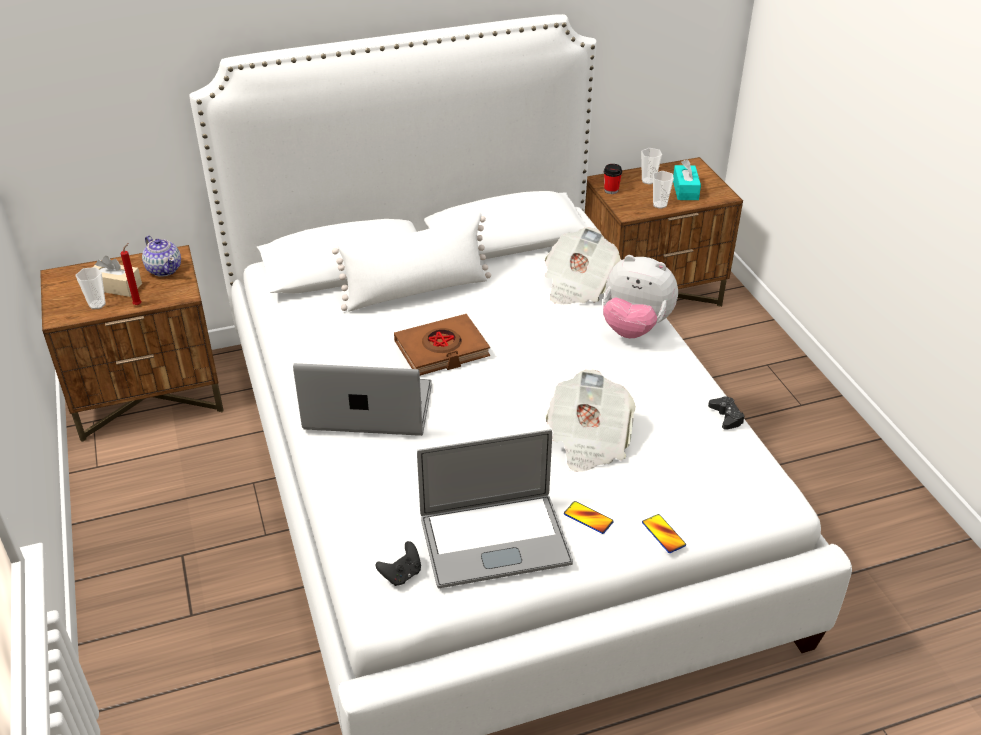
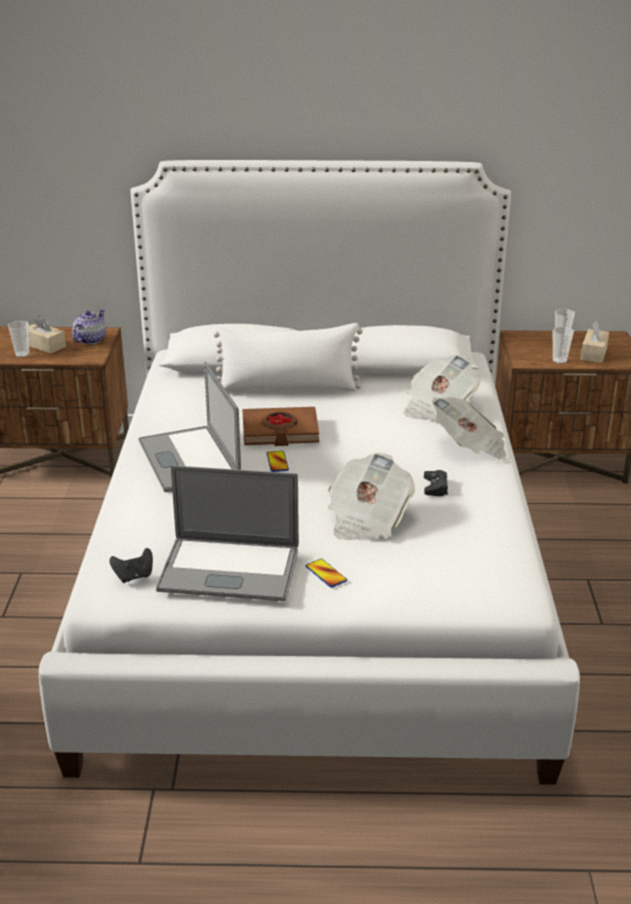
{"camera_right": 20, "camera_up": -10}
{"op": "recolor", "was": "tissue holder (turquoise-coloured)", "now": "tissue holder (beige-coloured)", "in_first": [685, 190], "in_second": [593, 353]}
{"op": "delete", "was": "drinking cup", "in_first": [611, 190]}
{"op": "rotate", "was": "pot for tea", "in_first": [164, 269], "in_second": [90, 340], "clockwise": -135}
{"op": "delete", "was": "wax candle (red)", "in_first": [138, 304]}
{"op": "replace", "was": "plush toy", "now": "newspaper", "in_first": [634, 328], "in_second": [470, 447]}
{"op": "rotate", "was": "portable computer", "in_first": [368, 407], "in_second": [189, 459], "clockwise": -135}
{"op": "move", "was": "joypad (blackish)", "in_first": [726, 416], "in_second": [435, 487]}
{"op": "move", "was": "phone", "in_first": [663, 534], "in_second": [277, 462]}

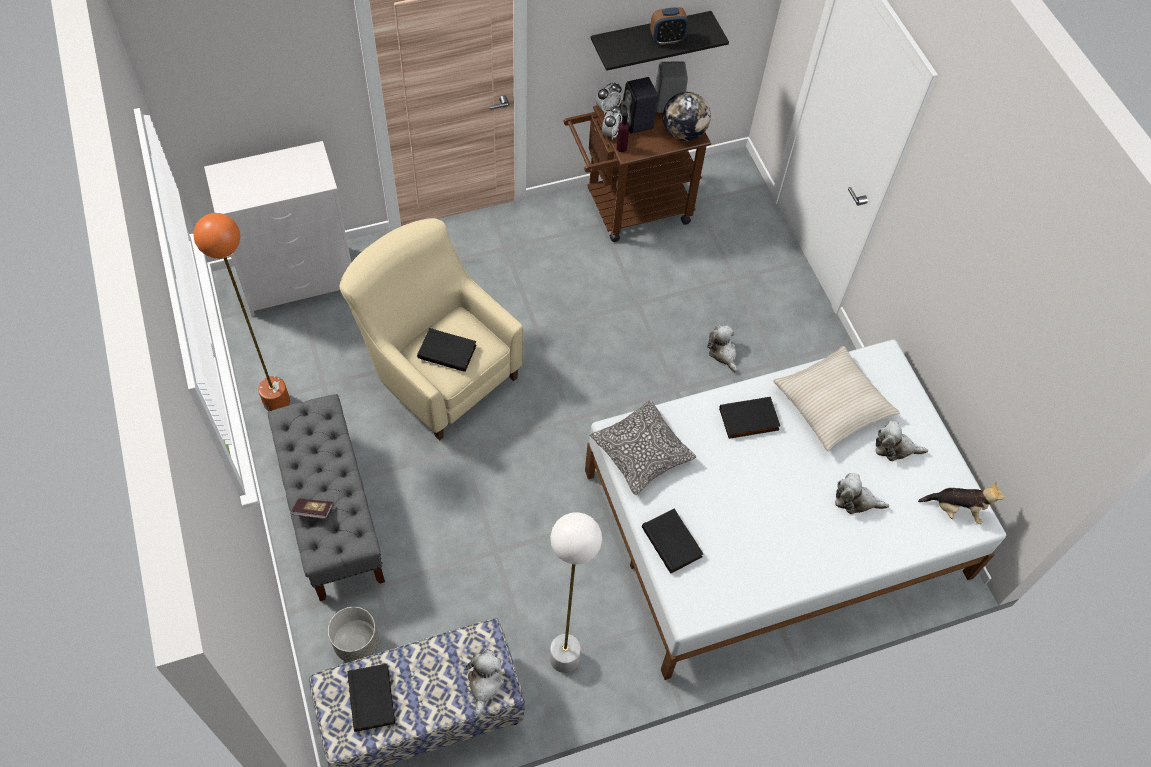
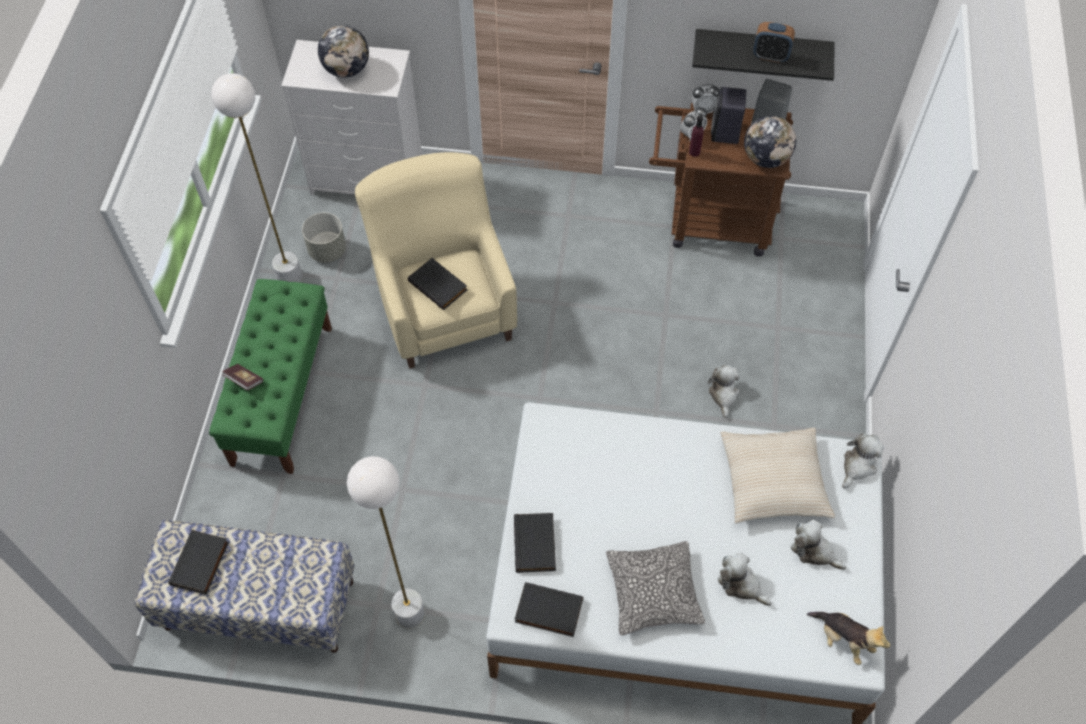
{"camera_right": 30, "camera_up": 0}
{"op": "recolor", "was": "standard lamp (orangey)", "now": "standard lamp (white-coloured)", "in_first": [276, 401], "in_second": [290, 277]}
{"op": "recolor", "was": "indoor bench (greyish)", "now": "indoor bench (green-coloured)", "in_first": [332, 513], "in_second": [282, 394]}
{"op": "move", "was": "book (blackish)", "in_first": [748, 420], "in_second": [548, 612]}
{"op": "move", "was": "cushion", "in_first": [641, 452], "in_second": [653, 592]}
{"op": "move", "was": "plant pot (greyish)", "in_first": [357, 643], "in_second": [327, 251]}
{"op": "move", "was": "plush toy", "in_first": [484, 683], "in_second": [858, 466]}
{"op": "insert", "now": "globe", "in_second": [347, 70]}

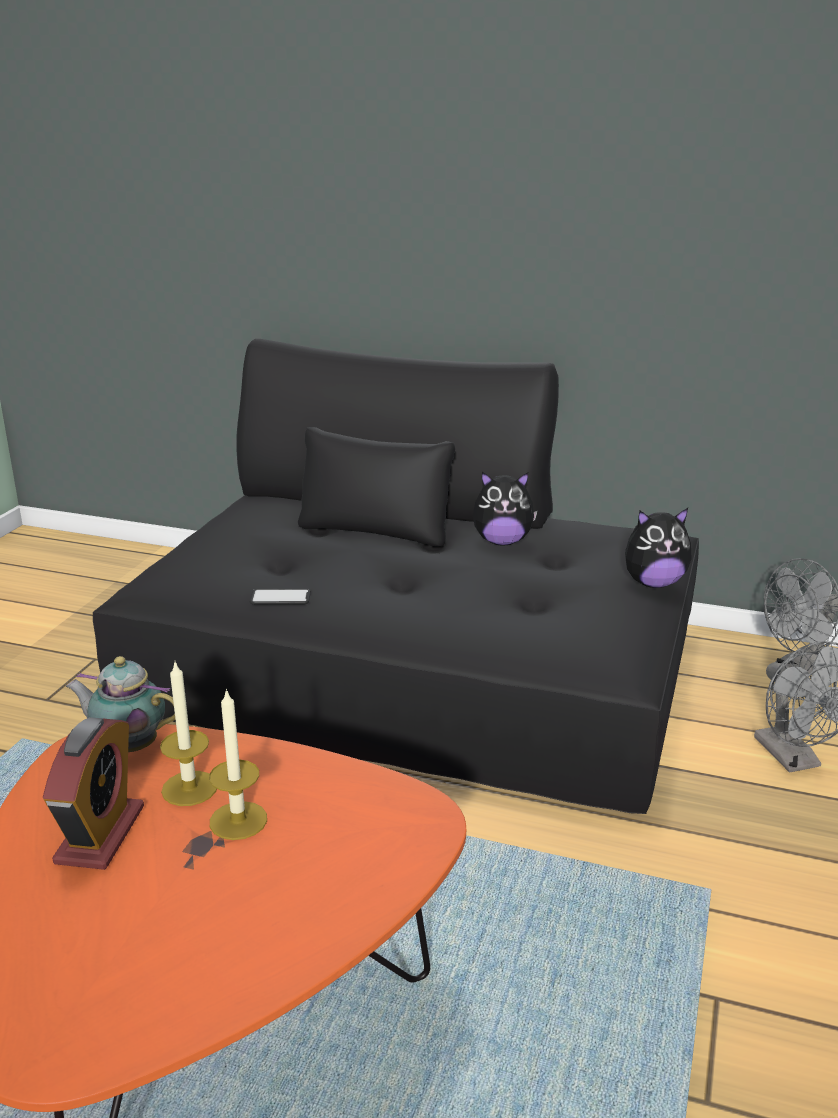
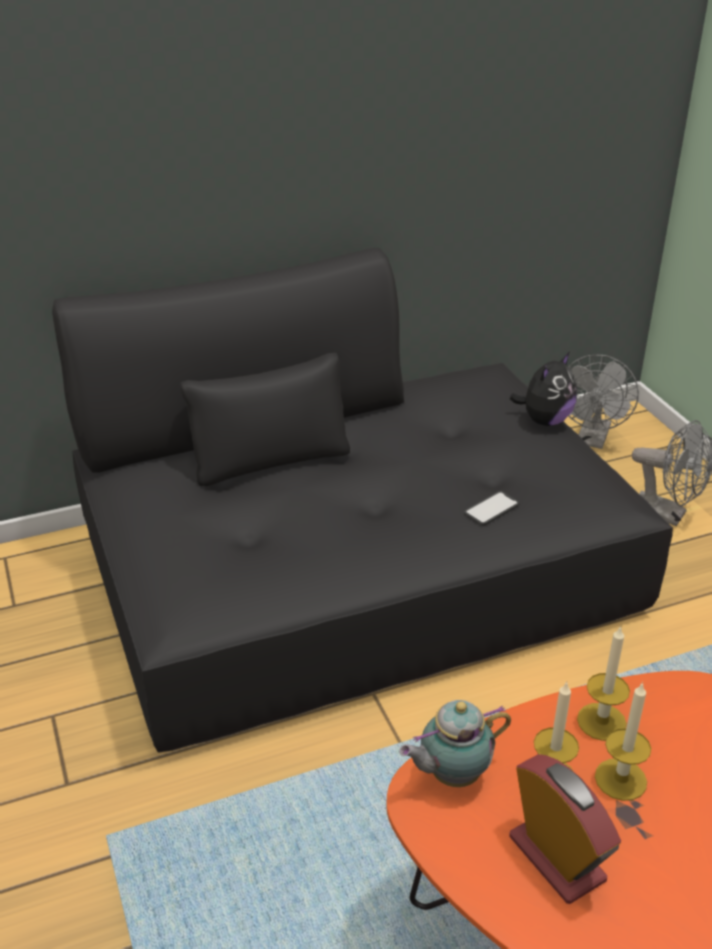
{"camera_right": -40, "camera_up": 10}
{"op": "delete", "was": "plush toy", "in_first": [502, 541]}
{"op": "move", "was": "phone", "in_first": [280, 598], "in_second": [491, 509]}
{"op": "insert", "now": "wax candle", "in_second": [601, 721]}

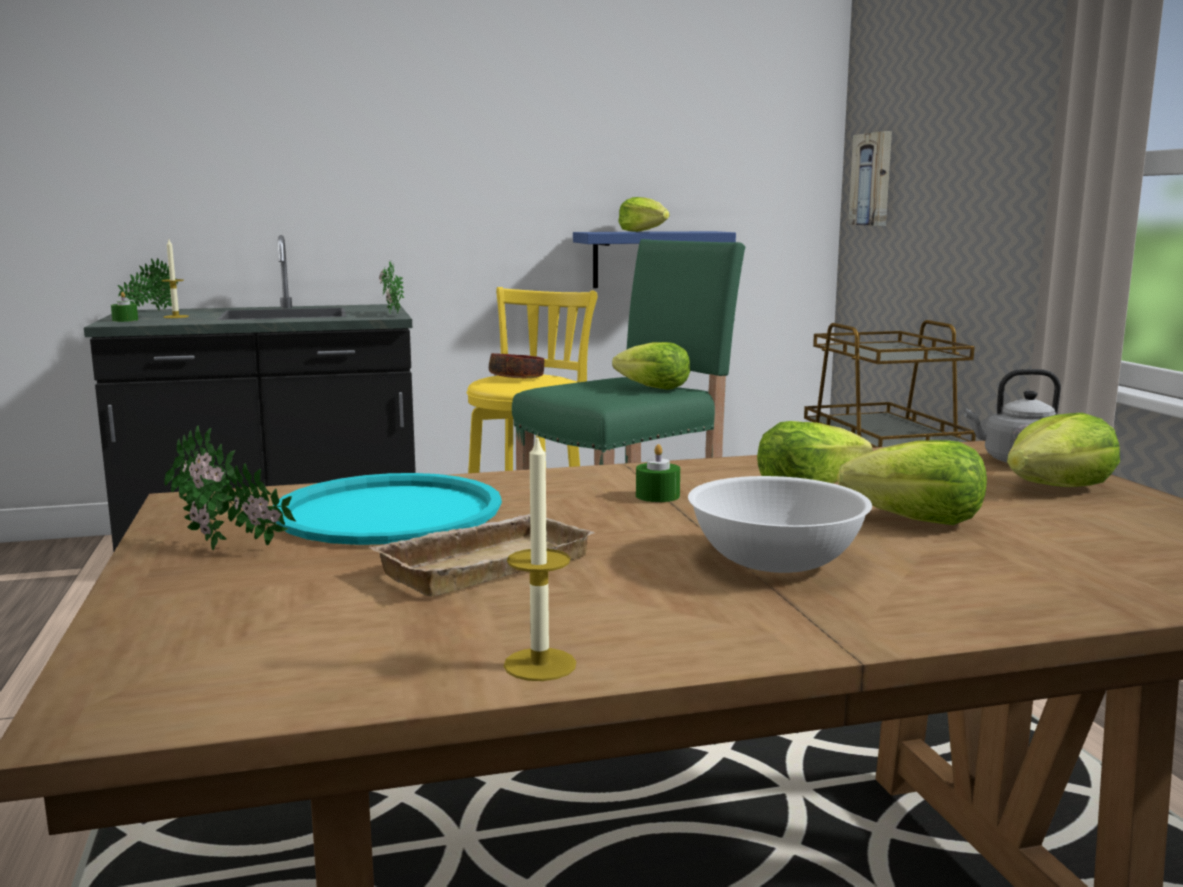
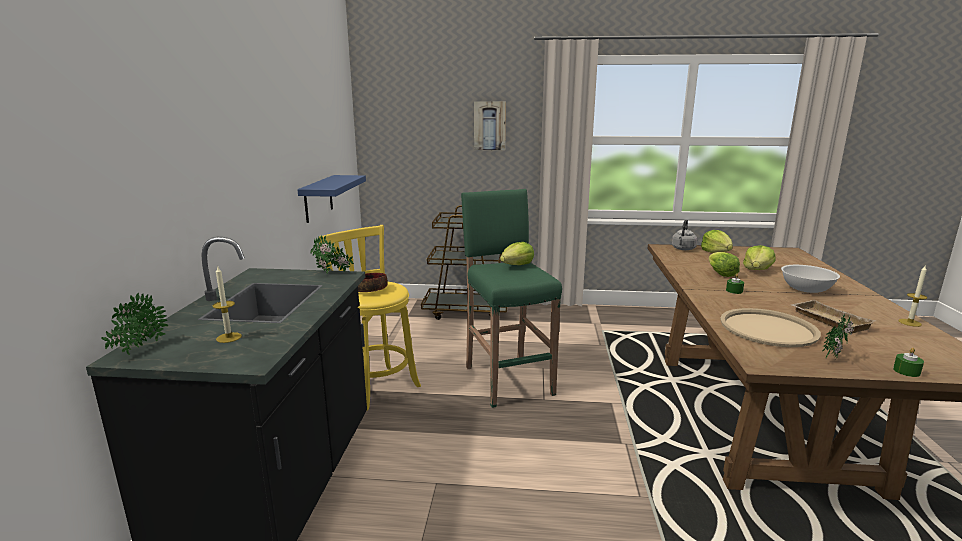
{"camera_right": -70, "camera_up": 5}
{"op": "move", "was": "picture", "in_first": [873, 179], "in_second": [490, 125]}
{"op": "delete", "was": "lettuce head", "in_first": [643, 231]}
{"op": "move", "was": "wax candle (green-coloured)", "in_first": [125, 320], "in_second": [906, 371]}
{"op": "recolor", "was": "tray (turquoise-coloured)", "now": "tray (beige-coloured)", "in_first": [388, 512], "in_second": [768, 329]}

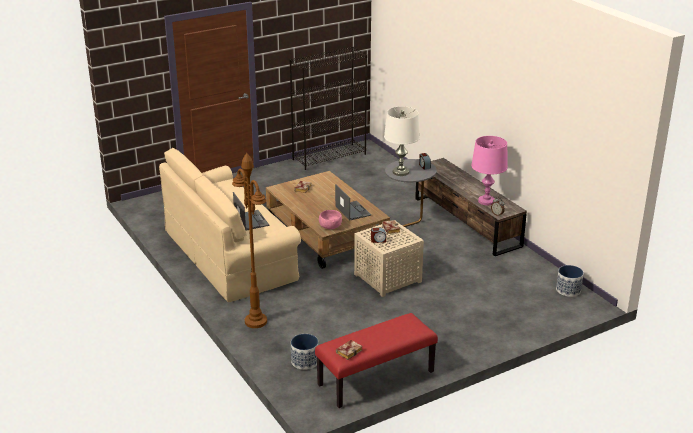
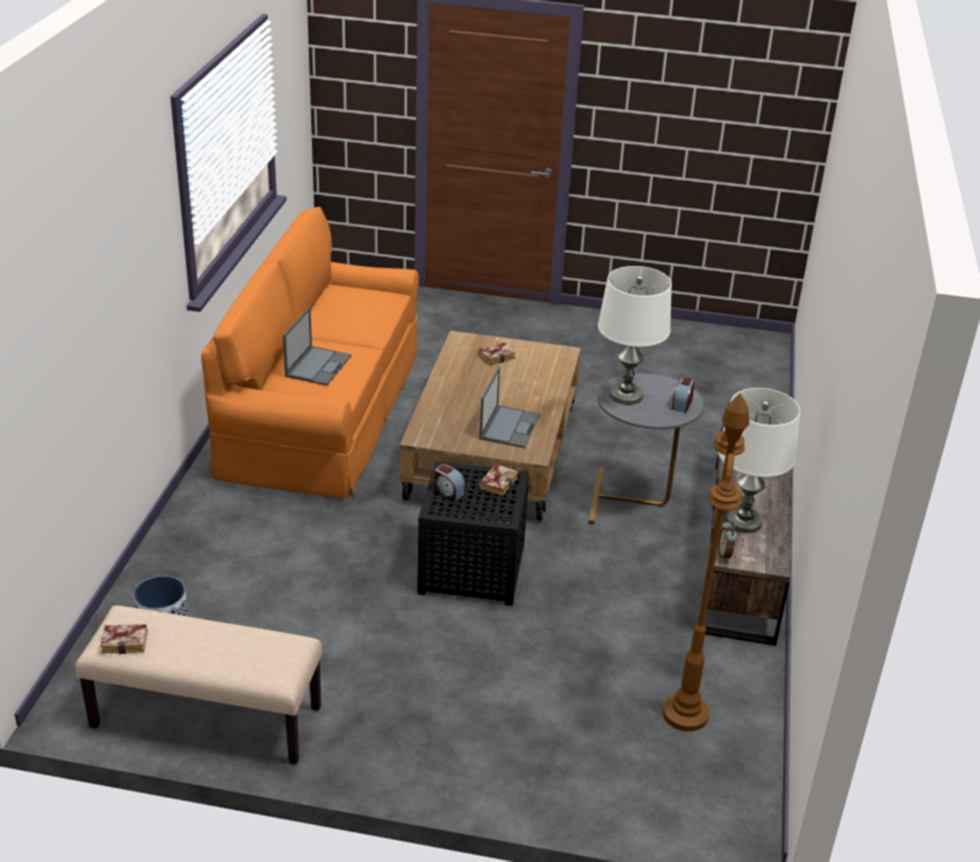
{"camera_right": 40, "camera_up": 5}
{"op": "delete", "was": "bookshelf (blackish)", "in_first": [329, 156]}
{"op": "recolor", "was": "table lamp (pink-coloured)", "now": "table lamp (white-coloured)", "in_first": [486, 201], "in_second": [744, 521]}
{"op": "recolor", "was": "settee (beige-coloured)", "now": "settee (orangey)", "in_first": [230, 254], "in_second": [322, 412]}
{"op": "move", "was": "standard lamp (brownish)", "in_first": [255, 321], "in_second": [685, 713]}
{"op": "delete", "was": "deep dish (pink-coloured)", "in_first": [330, 227]}
{"op": "recolor", "was": "side table (beige-coloured)", "now": "side table (blackish)", "in_first": [388, 277], "in_second": [473, 568]}
{"op": "delete", "was": "plant pot", "in_first": [568, 290]}
{"op": "recolor", "was": "indoor bench (red)", "now": "indoor bench (beige-coloured)", "in_first": [376, 379], "in_second": [205, 718]}

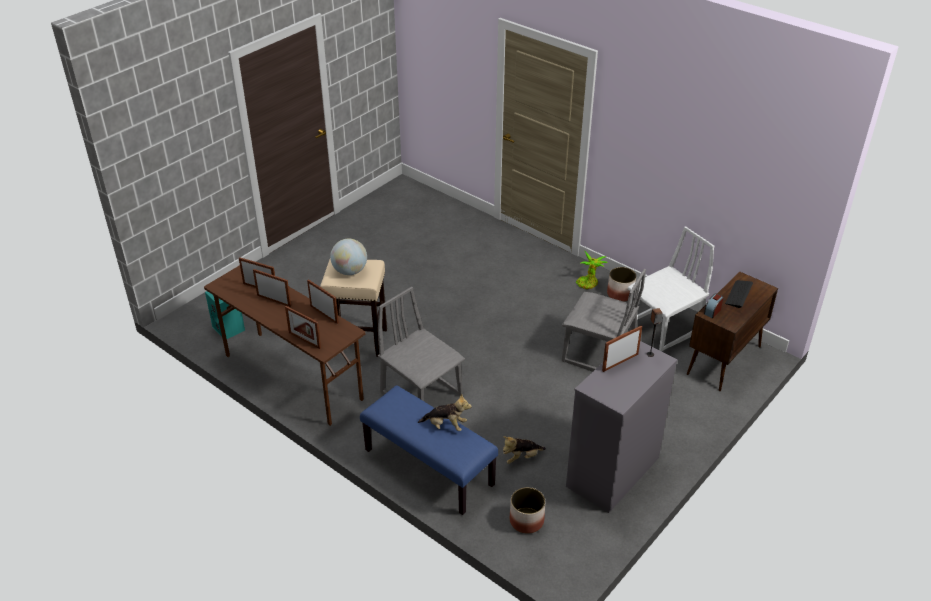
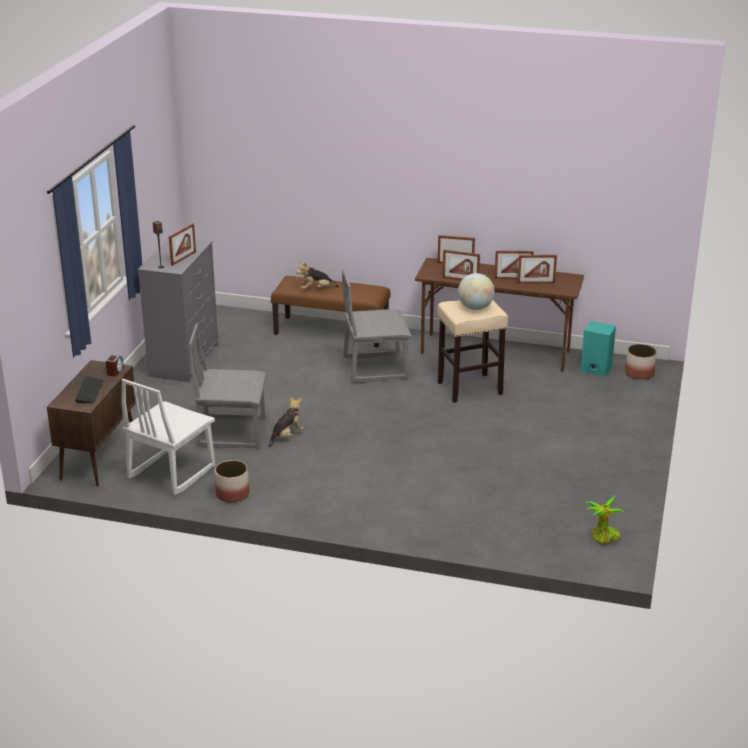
{"camera_right": 155, "camera_up": -10}
{"op": "move", "was": "plant in a pot", "in_first": [588, 283], "in_second": [603, 538]}
{"op": "rotate", "was": "chair (greyish)", "in_first": [422, 394], "in_second": [375, 368], "clockwise": 150}
{"op": "recolor", "was": "indoor bench (blue)", "now": "indoor bench (brownish)", "in_first": [428, 467], "in_second": [331, 331]}
{"op": "move", "was": "plush toy", "in_first": [521, 457], "in_second": [287, 436]}
{"op": "move", "was": "plant pot", "in_first": [526, 520], "in_second": [639, 373]}

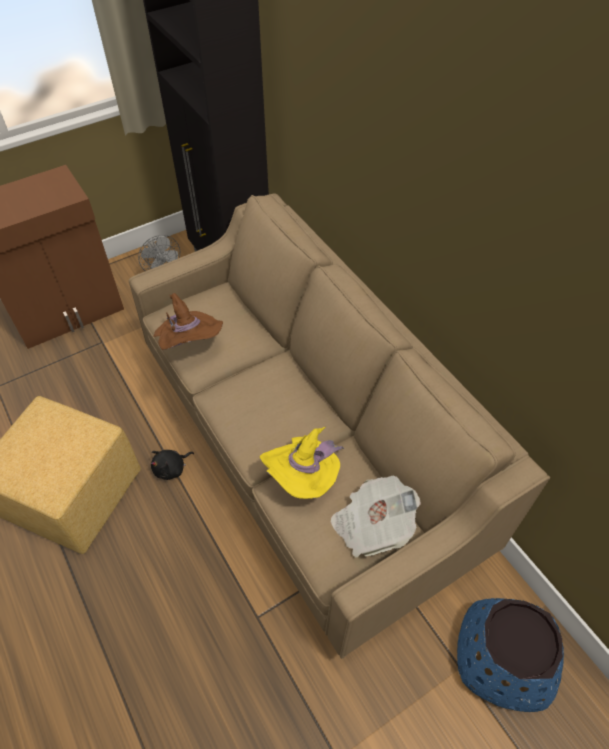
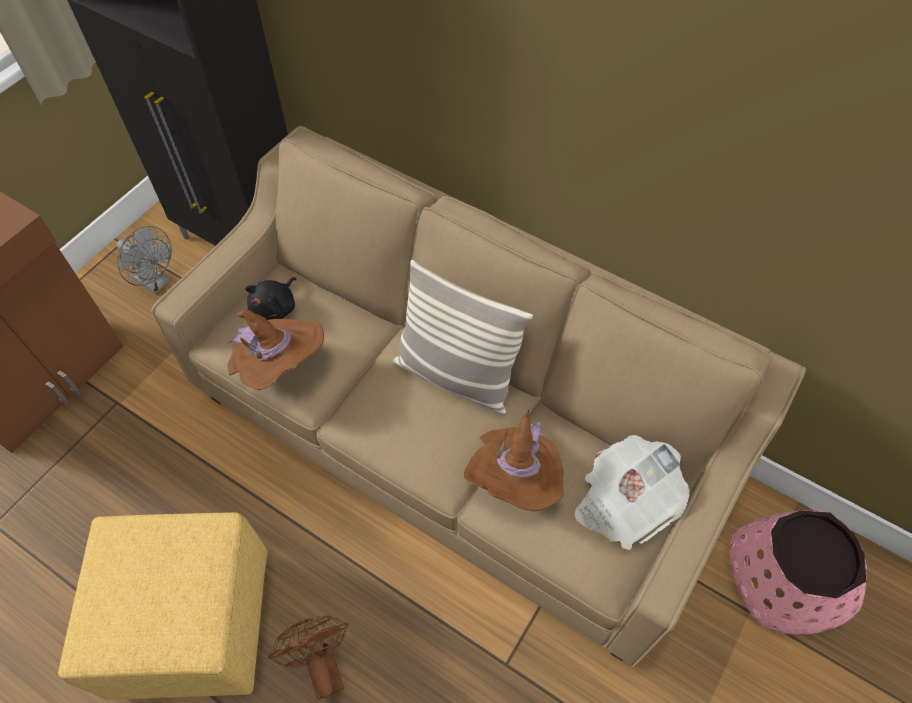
{"camera_right": -25, "camera_up": 5}
{"op": "recolor", "was": "wearable hat (yellowish)", "now": "wearable hat (brownish)", "in_first": [304, 478], "in_second": [515, 479]}
{"op": "move", "was": "plush toy (blackish)", "in_first": [171, 468], "in_second": [276, 307]}
{"op": "recolor", "was": "plant pot (blue)", "now": "plant pot (pink-coloured)", "in_first": [503, 657], "in_second": [785, 578]}
{"op": "insert", "now": "cushion", "in_second": [455, 376]}
{"op": "insert", "now": "fan (brownish)", "in_second": [321, 664]}

